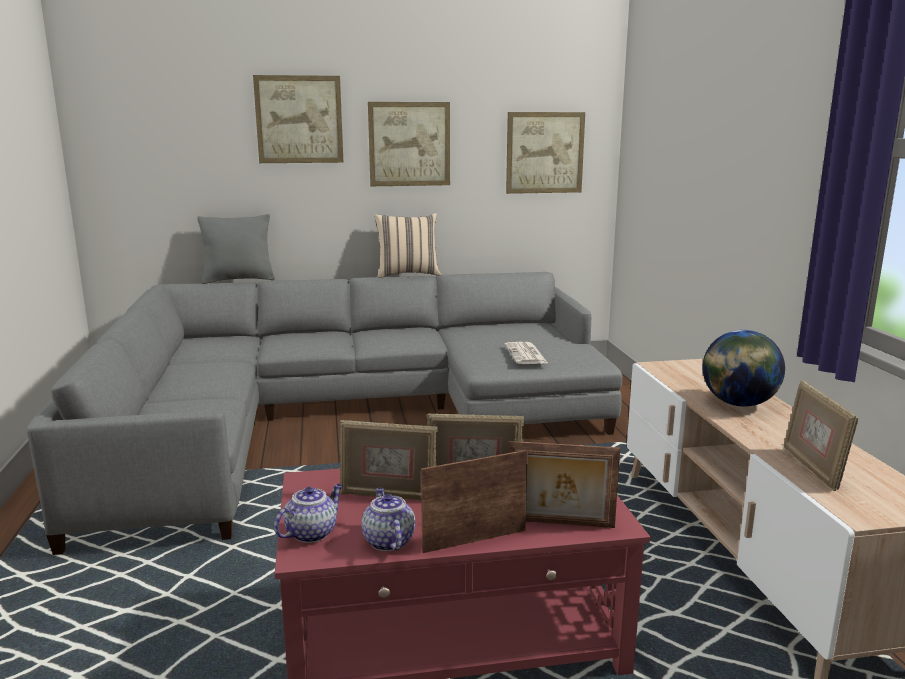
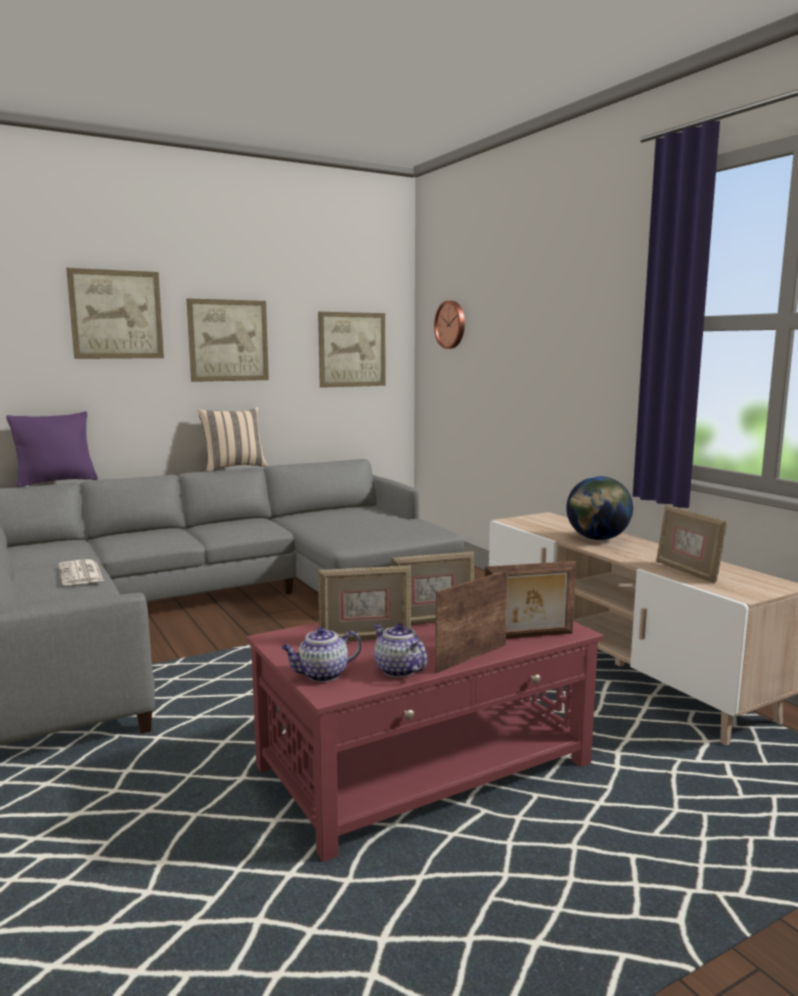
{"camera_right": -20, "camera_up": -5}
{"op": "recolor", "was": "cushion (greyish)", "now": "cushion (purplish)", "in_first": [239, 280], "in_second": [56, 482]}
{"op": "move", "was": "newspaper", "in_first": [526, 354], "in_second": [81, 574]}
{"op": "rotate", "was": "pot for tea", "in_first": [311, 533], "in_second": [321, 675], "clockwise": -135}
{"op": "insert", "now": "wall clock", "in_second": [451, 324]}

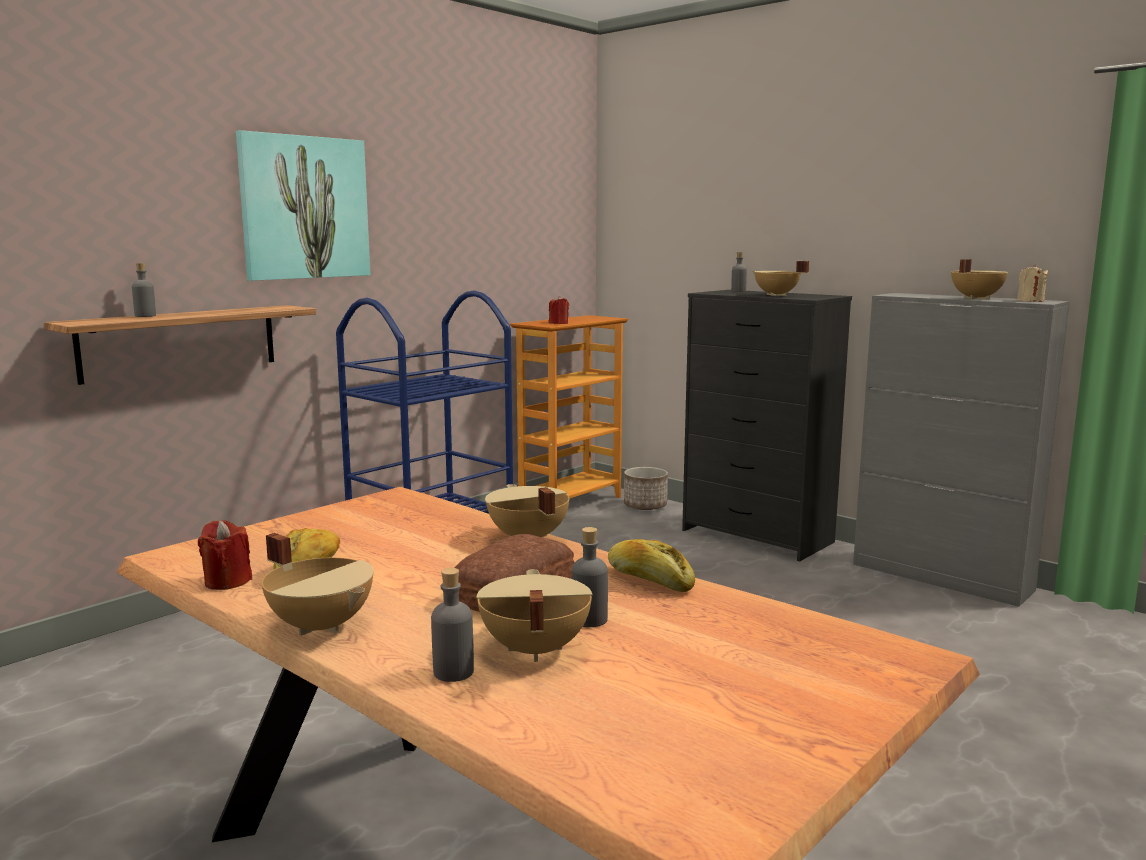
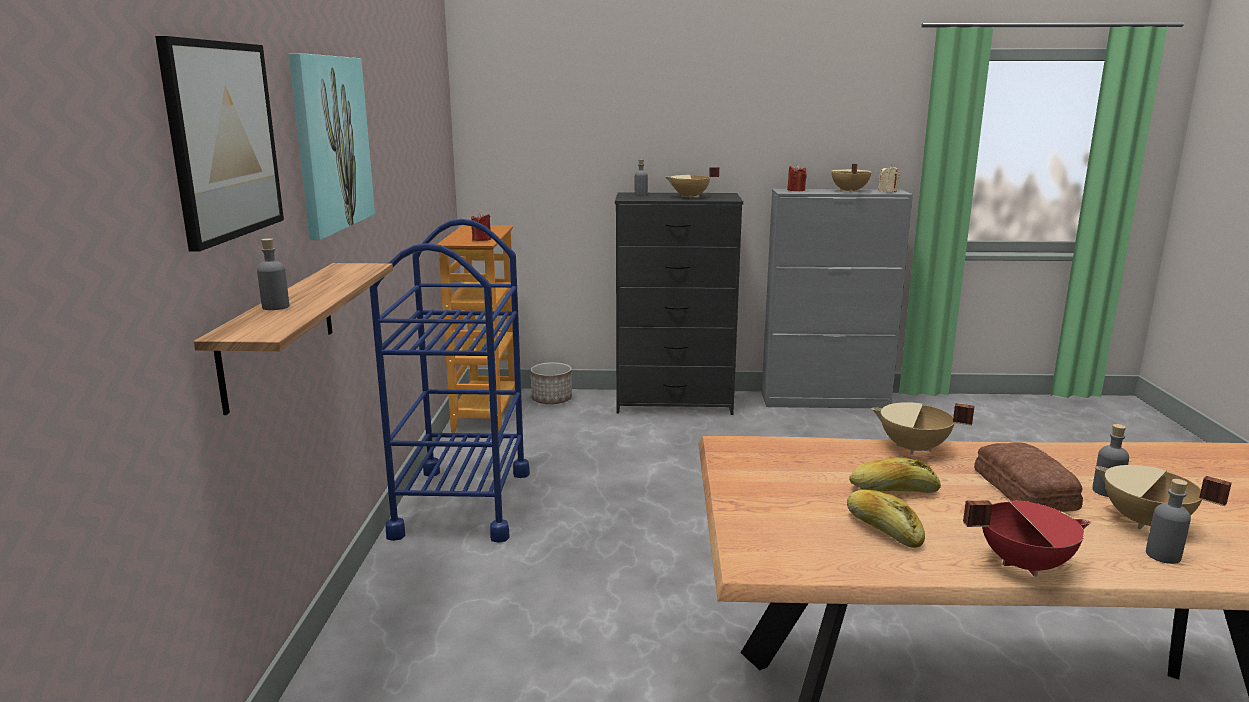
{"camera_right": -40, "camera_up": 5}
{"op": "move", "was": "wax candle (red)", "in_first": [227, 581], "in_second": [796, 190]}
{"op": "recolor", "was": "saucepot (beige-coloured)", "now": "saucepot (red)", "in_first": [322, 625], "in_second": [1023, 563]}
{"op": "move", "was": "bakery bread", "in_first": [649, 580], "in_second": [893, 490]}
{"op": "insert", "now": "picture", "in_second": [223, 140]}

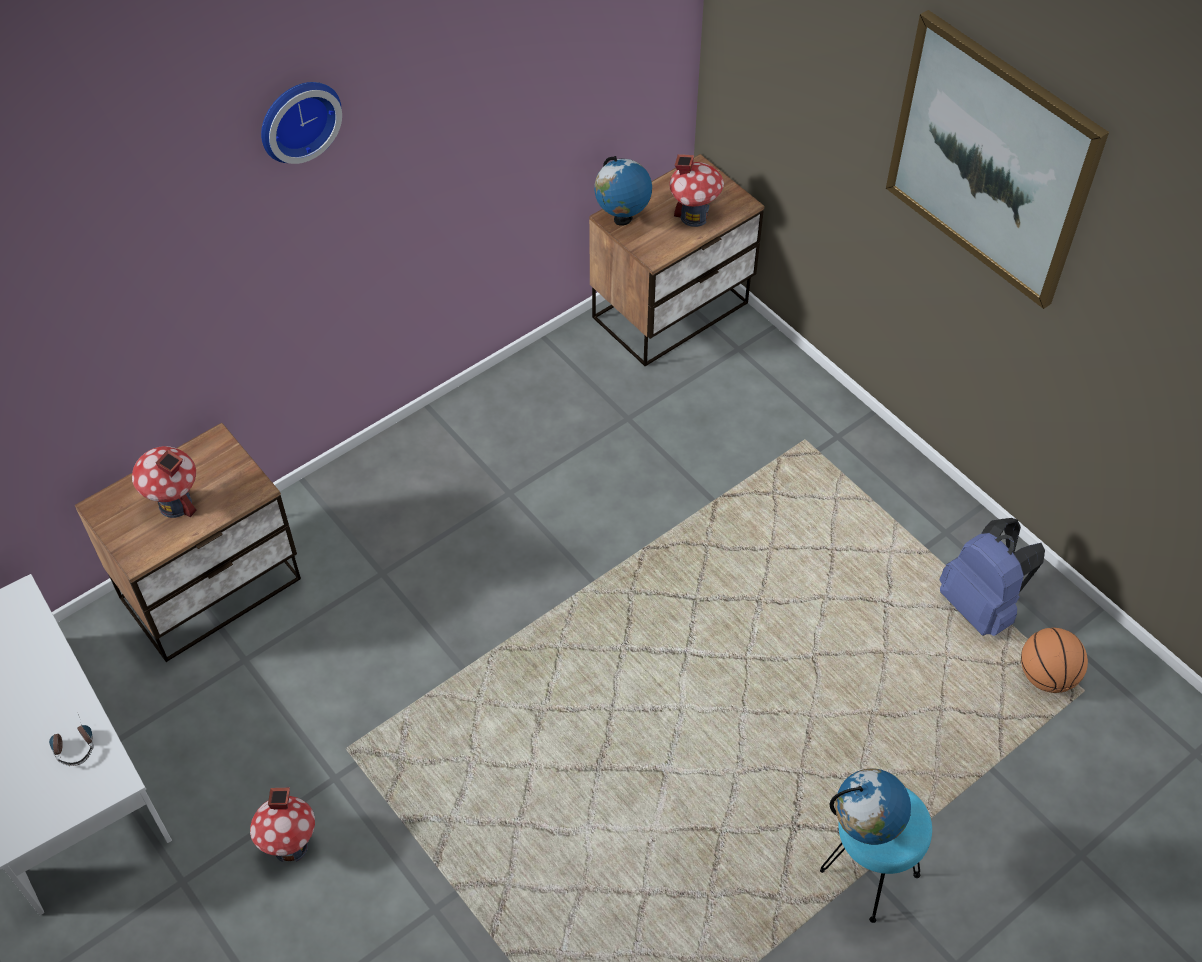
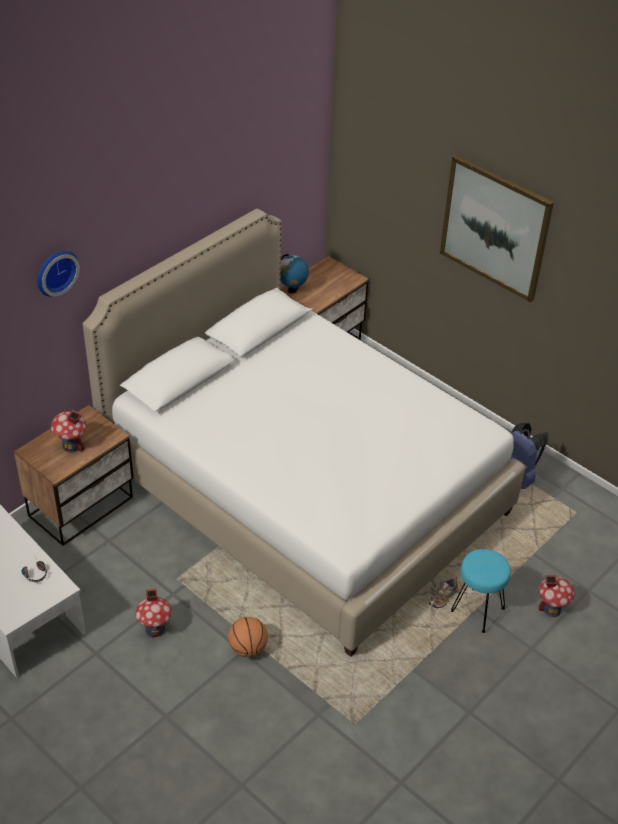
{"camera_right": -10, "camera_up": -10}
{"op": "move", "was": "wall clock", "in_first": [297, 118], "in_second": [55, 271]}
{"op": "move", "was": "model house", "in_first": [694, 216], "in_second": [551, 609]}
{"op": "move", "was": "basketball ball", "in_first": [1046, 676], "in_second": [248, 648]}
{"op": "delete", "was": "globe", "in_first": [865, 829]}
{"op": "insert", "now": "bedroom bed (white-coloured)", "in_second": [305, 489]}
{"op": "insert", "now": "shoe", "in_second": [443, 597]}

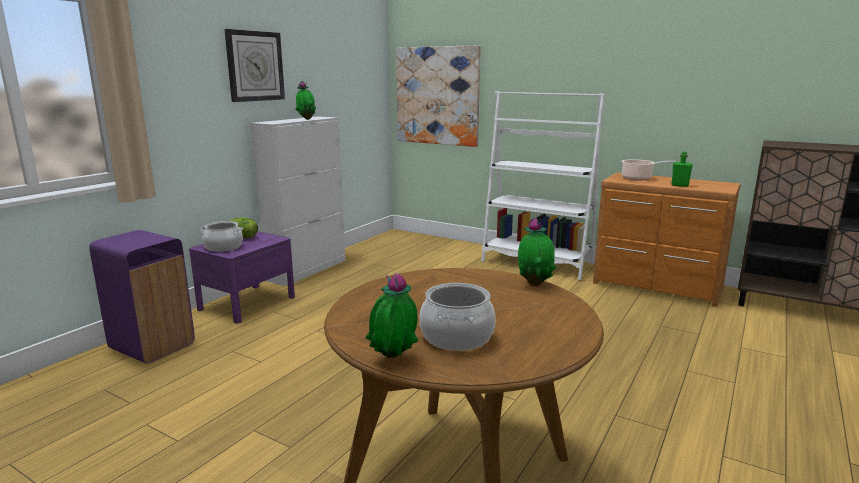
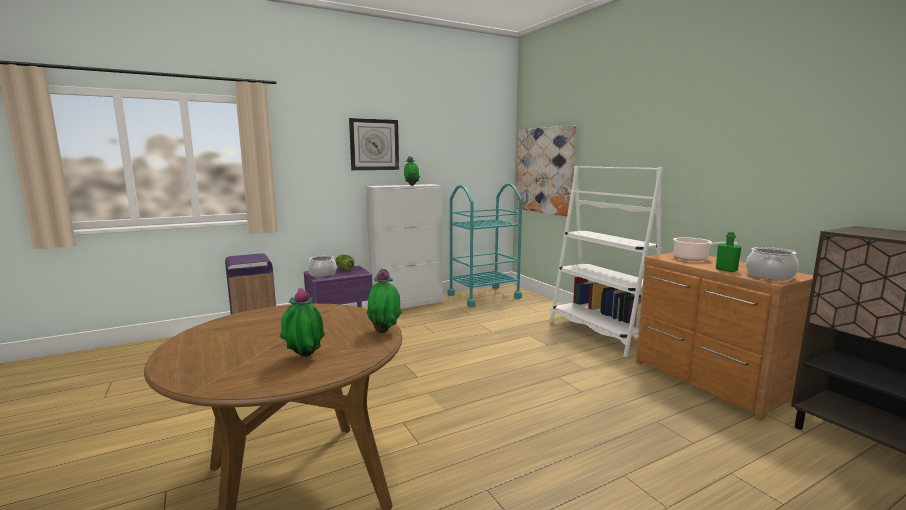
{"camera_right": 30, "camera_up": -5}
{"op": "move", "was": "plant in a pot", "in_first": [393, 360], "in_second": [304, 358]}
{"op": "move", "was": "saucepot", "in_first": [456, 337], "in_second": [769, 276]}
{"op": "insert", "now": "cart (turquoise-coloured)", "in_second": [484, 296]}

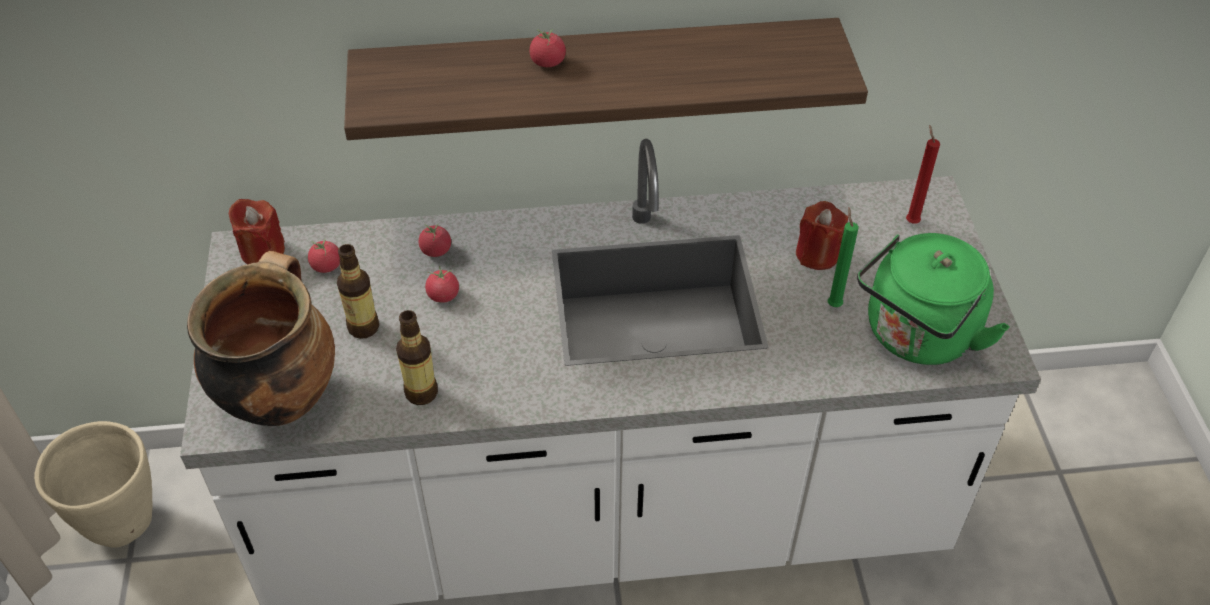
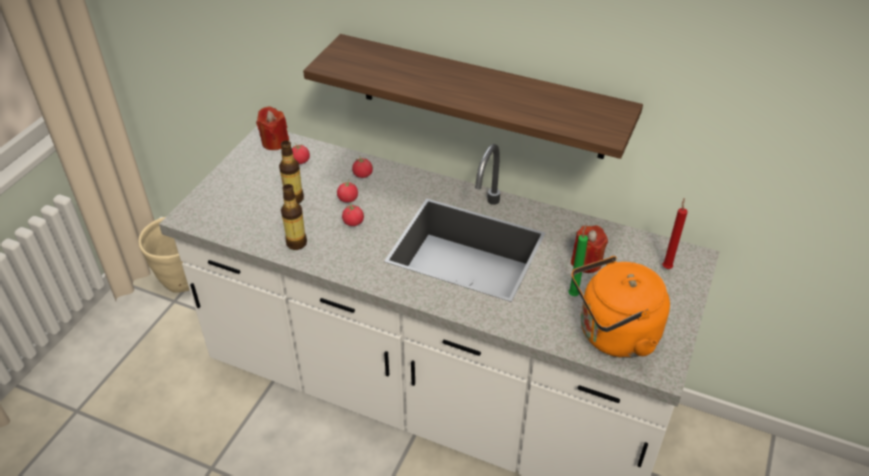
{"camera_right": 30, "camera_up": -5}
{"op": "move", "was": "fresh tomato", "in_first": [548, 62], "in_second": [353, 222]}
{"op": "recolor", "was": "water kettle (green-coloured)", "now": "water kettle (orangey)", "in_first": [916, 337], "in_second": [613, 335]}
{"op": "delete", "was": "saucepot", "in_first": [280, 396]}

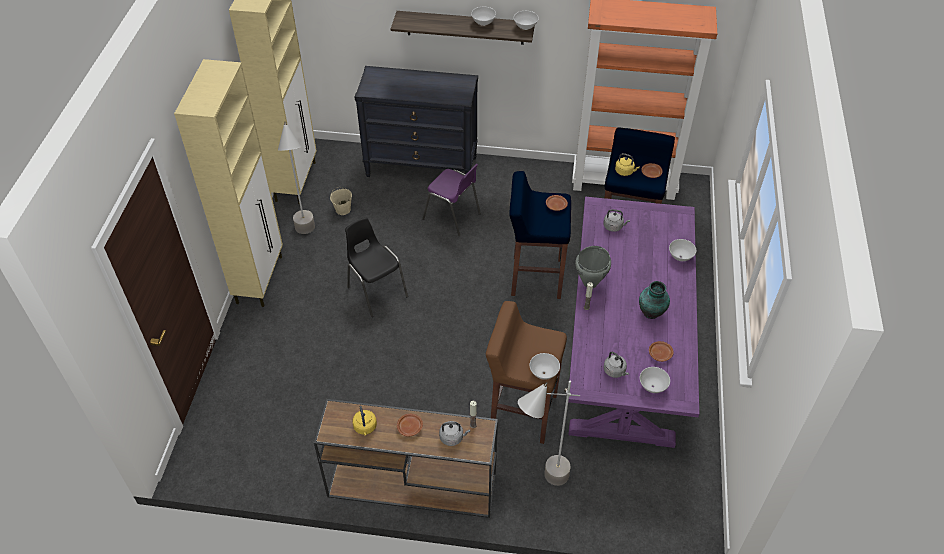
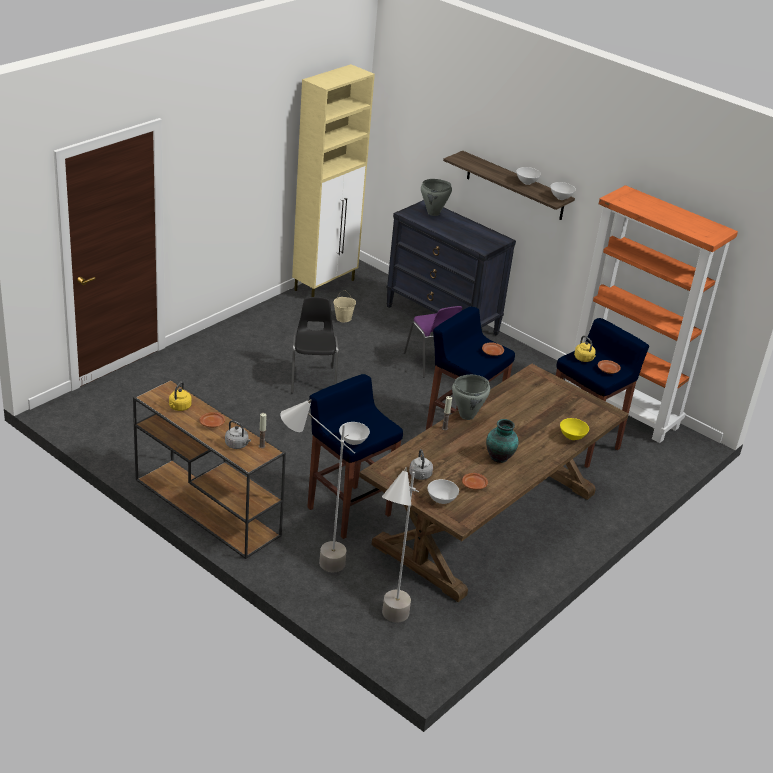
{"camera_right": 30, "camera_up": -15}
{"op": "delete", "was": "storage cabinet (beige-coloured)", "in_first": [260, 279]}
{"op": "move", "was": "standard lamp (greyish)", "in_first": [307, 238], "in_second": [388, 628]}
{"op": "recolor", "was": "dining table (purplish)", "now": "dining table (brownish)", "in_first": [624, 350], "in_second": [486, 518]}
{"op": "delete", "was": "water kettle (greyish)", "in_first": [614, 226]}
{"op": "recolor", "was": "deep dish (white-coloured)", "now": "deep dish (yellowish)", "in_first": [680, 257], "in_second": [572, 437]}
{"op": "recolor", "was": "sitting stool (brownish)", "now": "sitting stool (blue)", "in_first": [522, 412], "in_second": [348, 511]}
{"op": "insert", "now": "saucepot (greyish)", "in_second": [433, 213]}

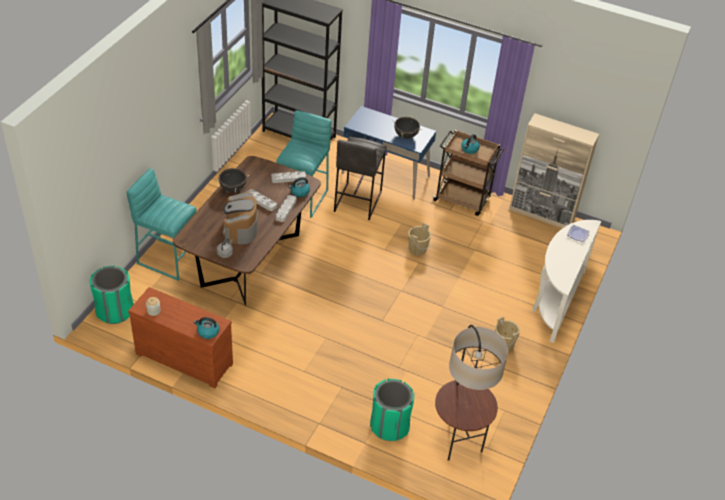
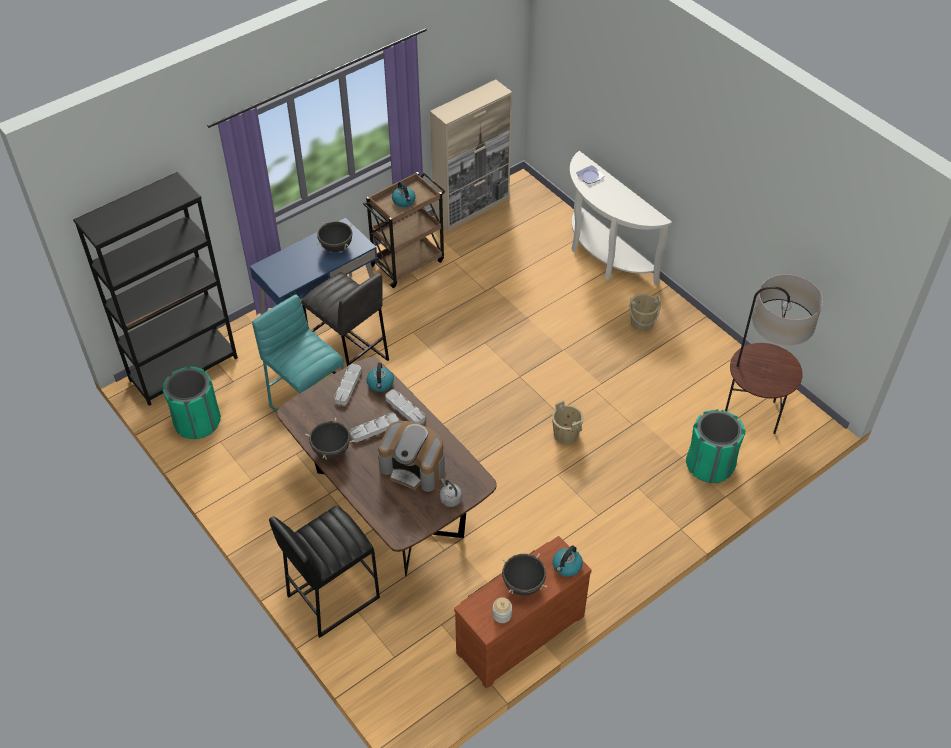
{"camera_right": -60, "camera_up": 5}
{"op": "recolor", "was": "sitting stool (turquoise-coloured)", "now": "sitting stool (blackish)", "in_first": [168, 259], "in_second": [332, 596]}
{"op": "move", "was": "water bucket (beige-coloured)", "in_first": [417, 249], "in_second": [566, 435]}
{"op": "move", "was": "rubbish bin (green-coloured)", "in_first": [115, 311], "in_second": [197, 422]}
{"op": "insert", "now": "saucepot (blackish)", "in_second": [523, 584]}

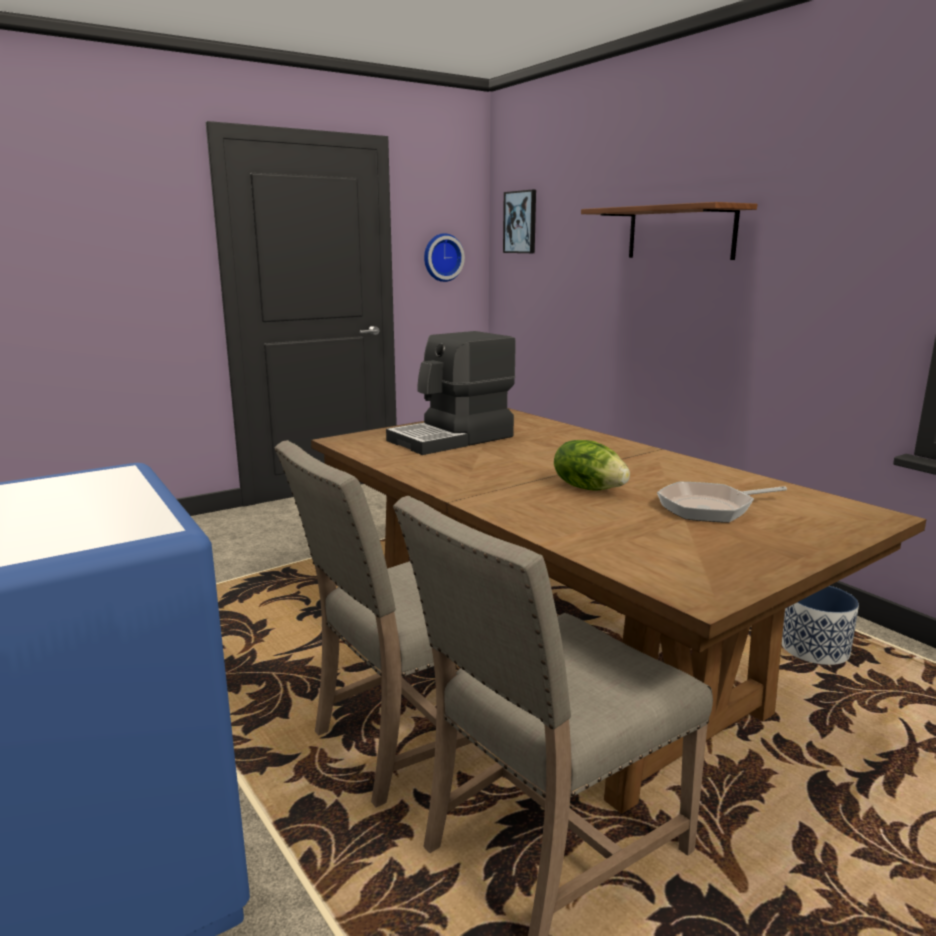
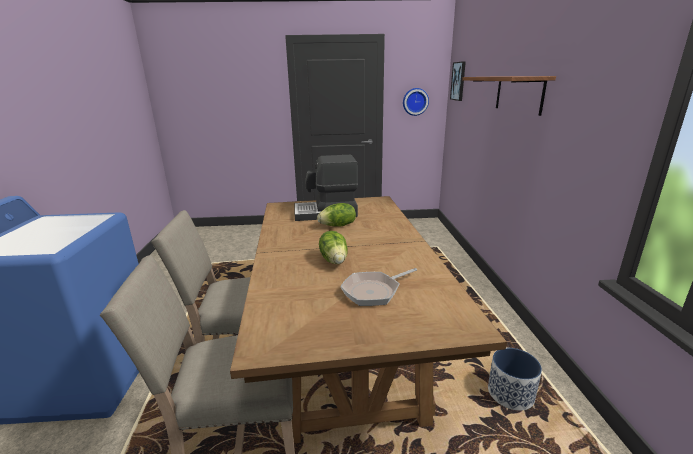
{"camera_right": 30, "camera_up": 5}
{"op": "rotate", "was": "pan", "in_first": [710, 508], "in_second": [374, 291], "clockwise": -45}
{"op": "insert", "now": "lettuce head", "in_second": [338, 226]}

